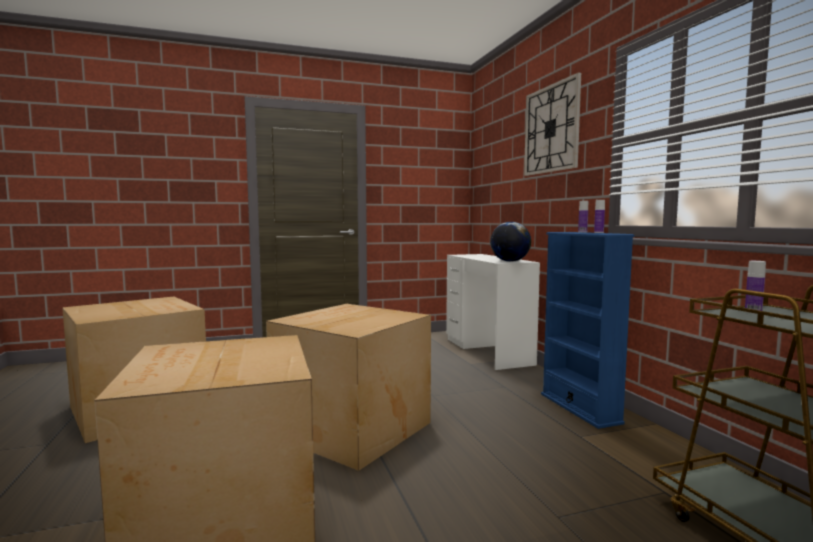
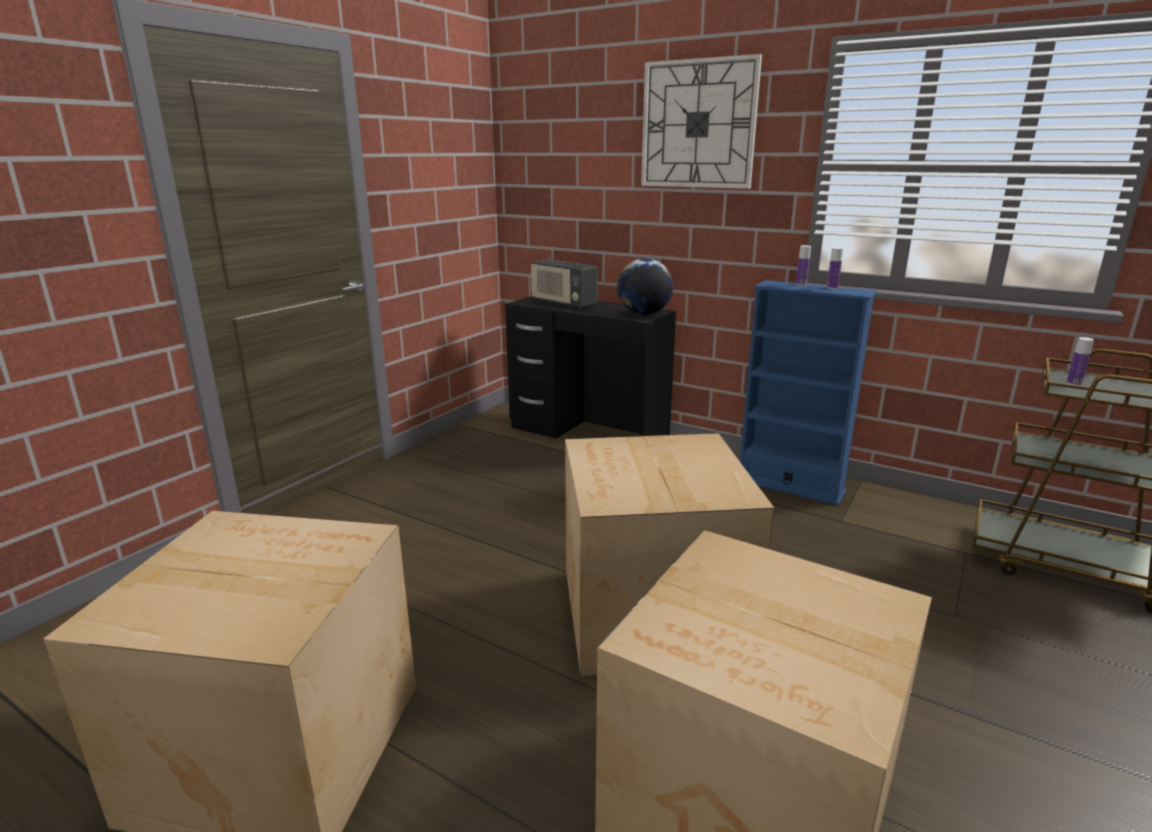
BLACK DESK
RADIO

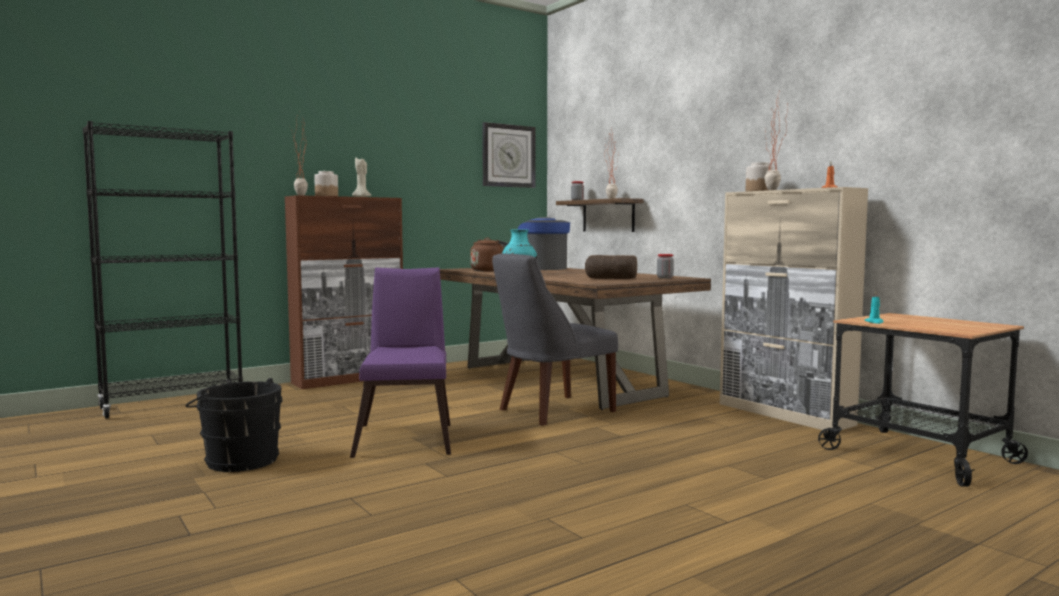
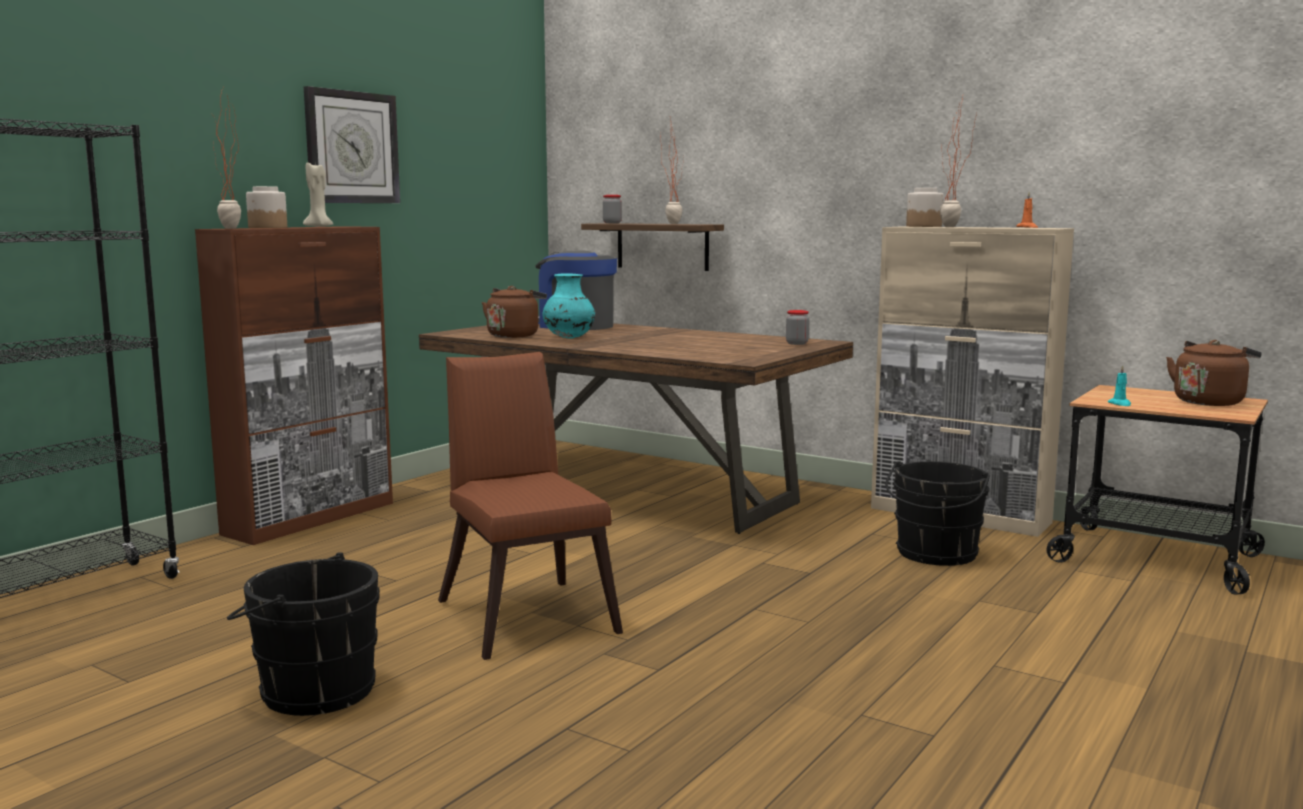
BROWN CHAIR
WALL CLOCK
GREY CHAIR
BREAD
BLACK BUCKET (2nd from left)
BROWN KETTLE (2nd from left)

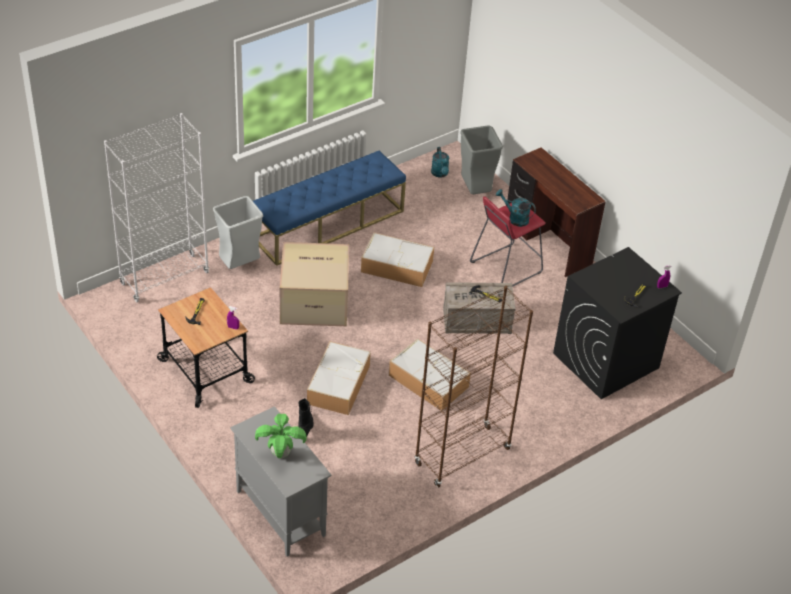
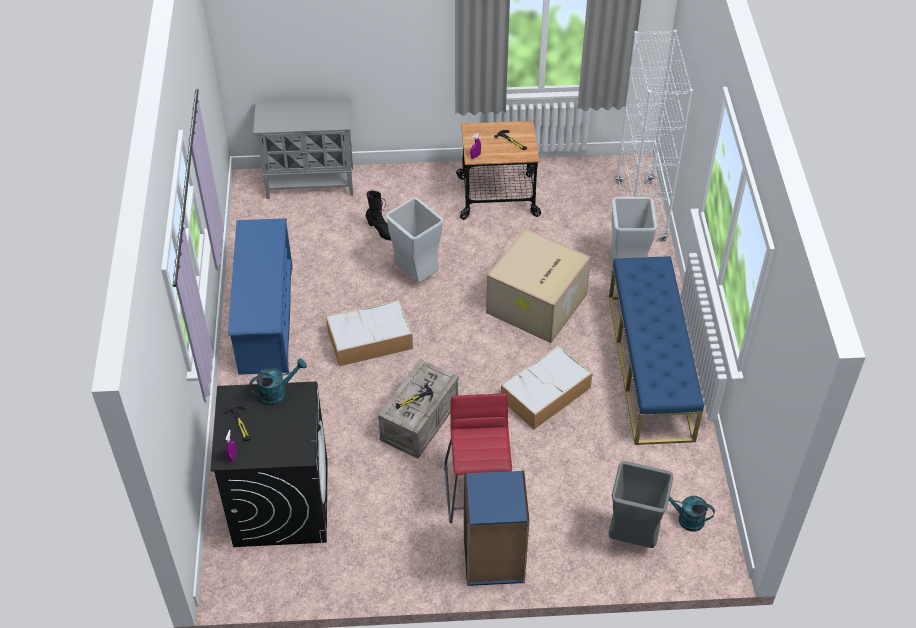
POTTED PLANT
GREY TRASH CAN (1st from left)
BLUE SHOE RACK
TURQUOISE WATERING CAN (1st from left)
BLUE BOOKCASE

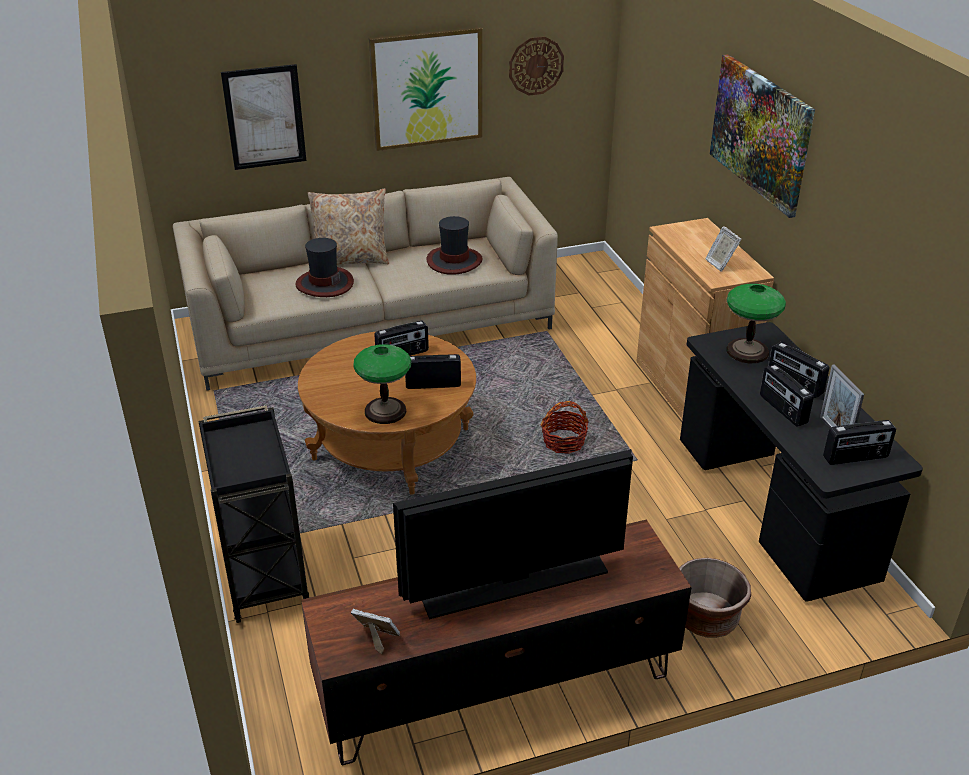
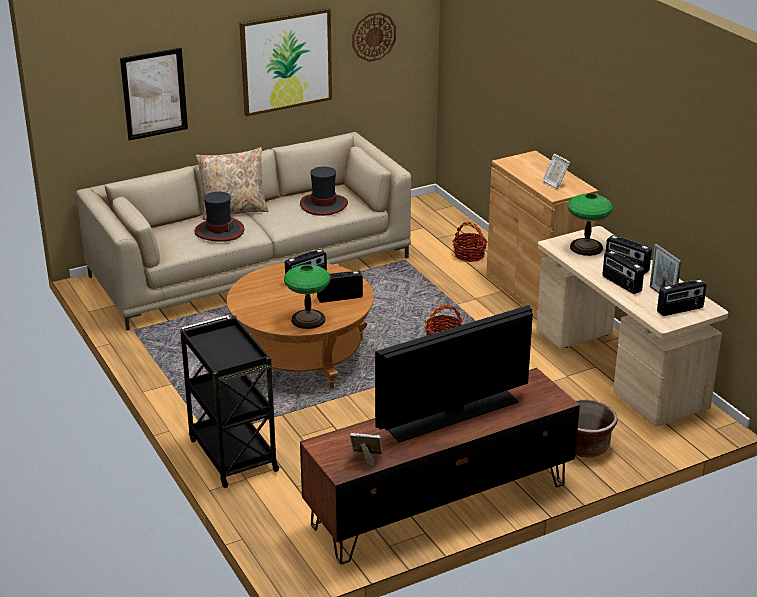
BEIGE DESK
PICTURE (3rd from left in the first image)
BASKET (2nd from left)

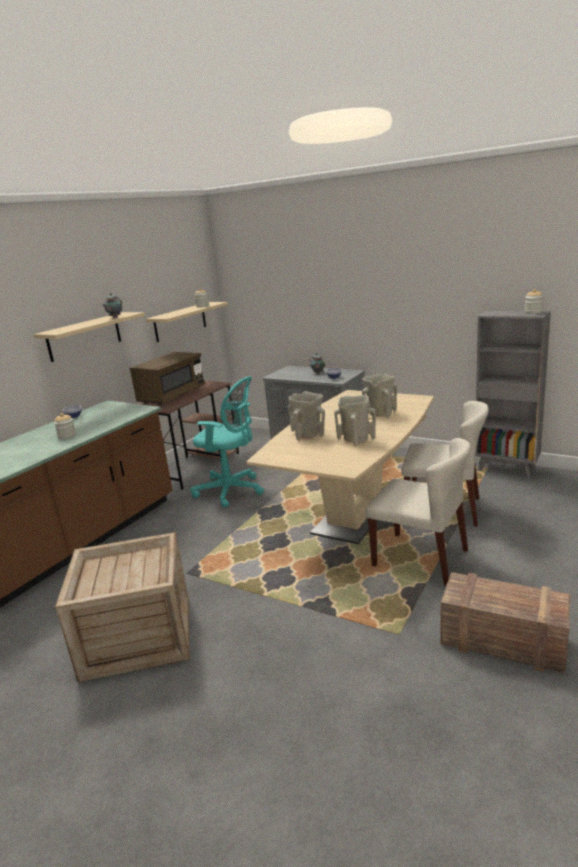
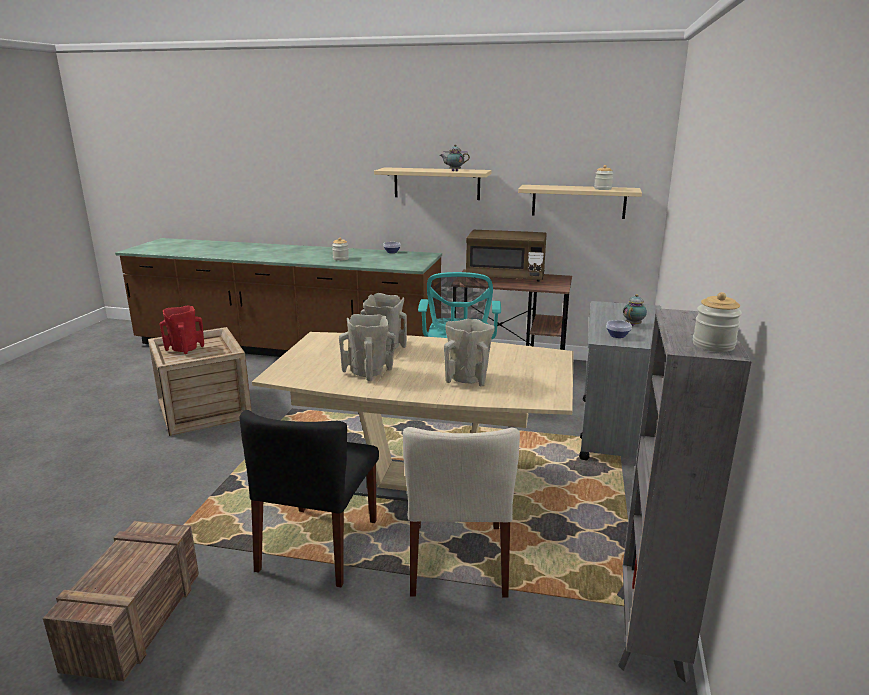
BLACK CHAIR
RED VASE

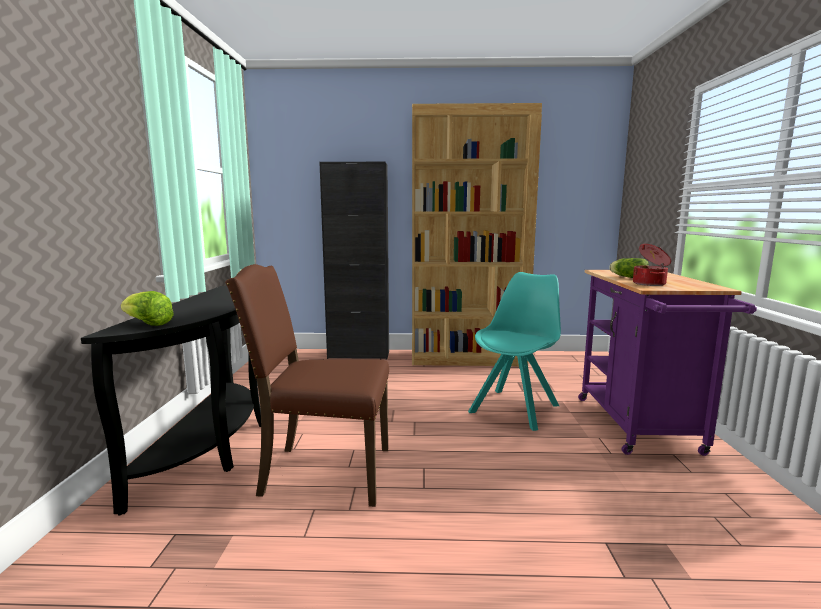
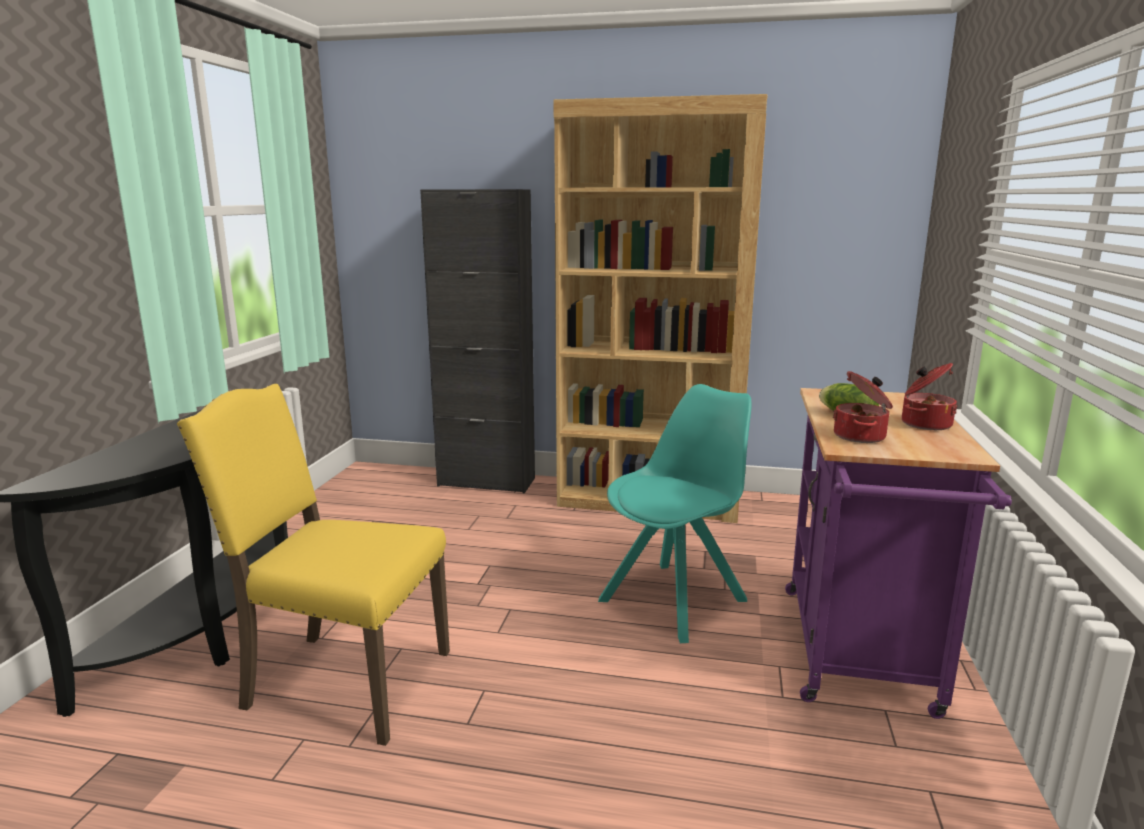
LETTUCE (1st from left in the first image)
YELLOW CHAIR
COOKING POT (2nd from left)

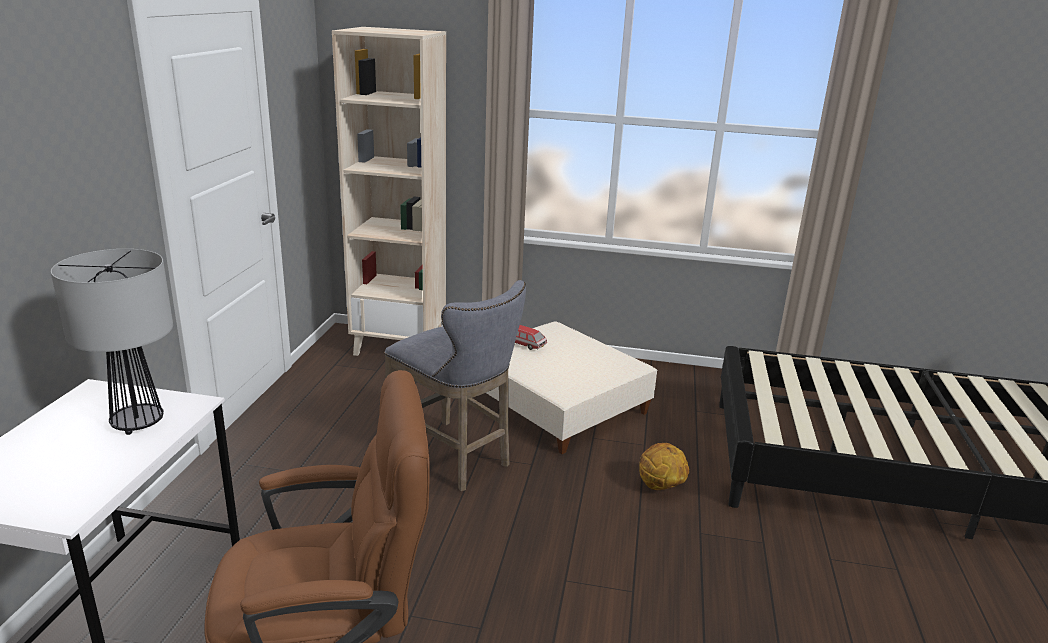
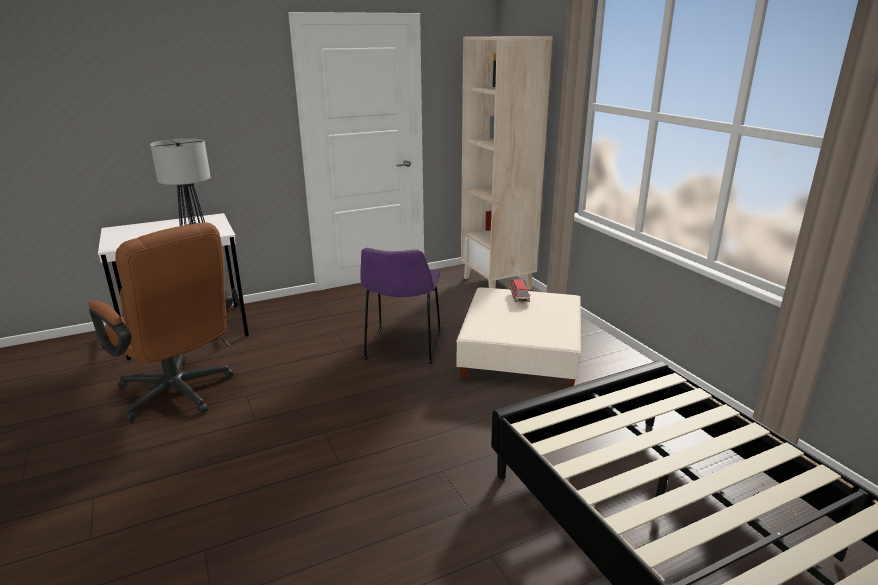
PURPLE CHAIR
BASKETBALL

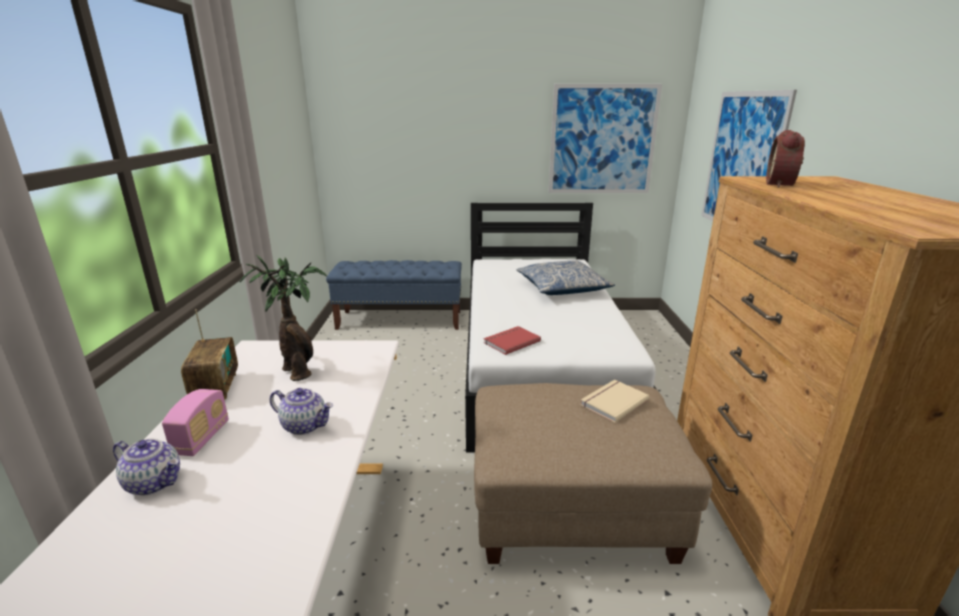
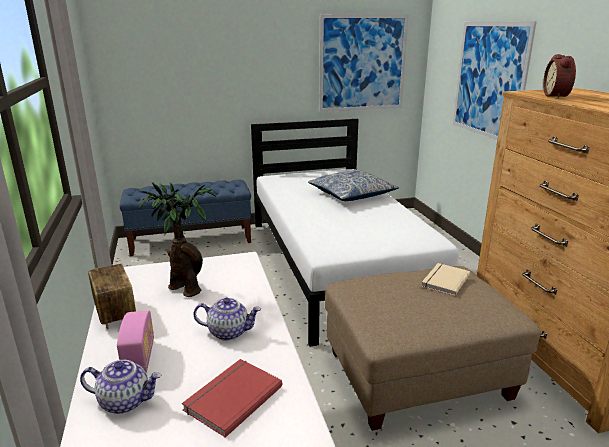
RED BOOK

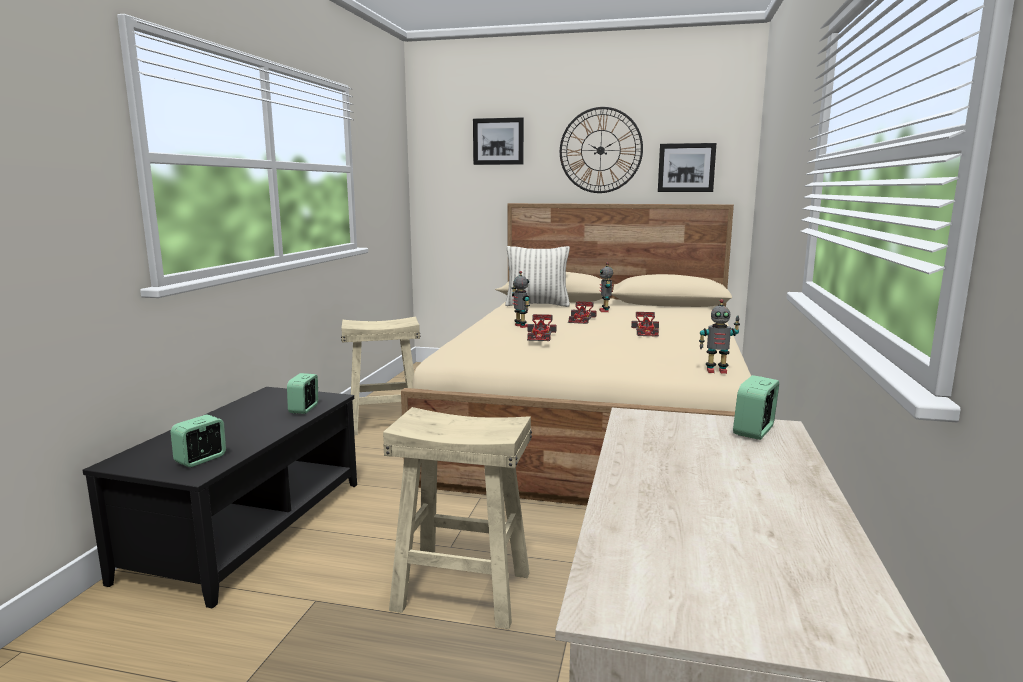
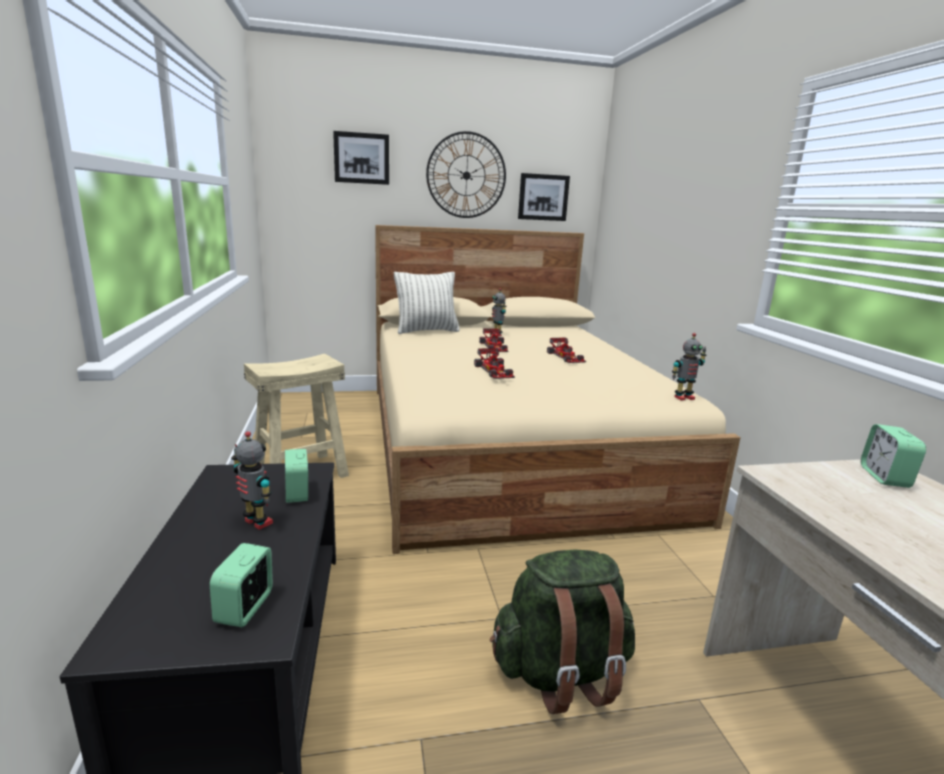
GREEN BACKPACK
TOY ROBOT (1st from left)

